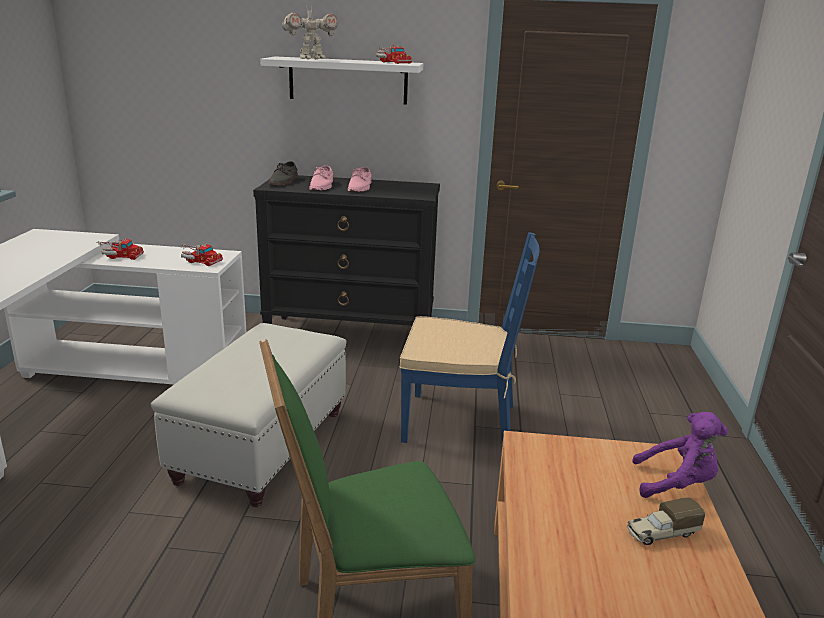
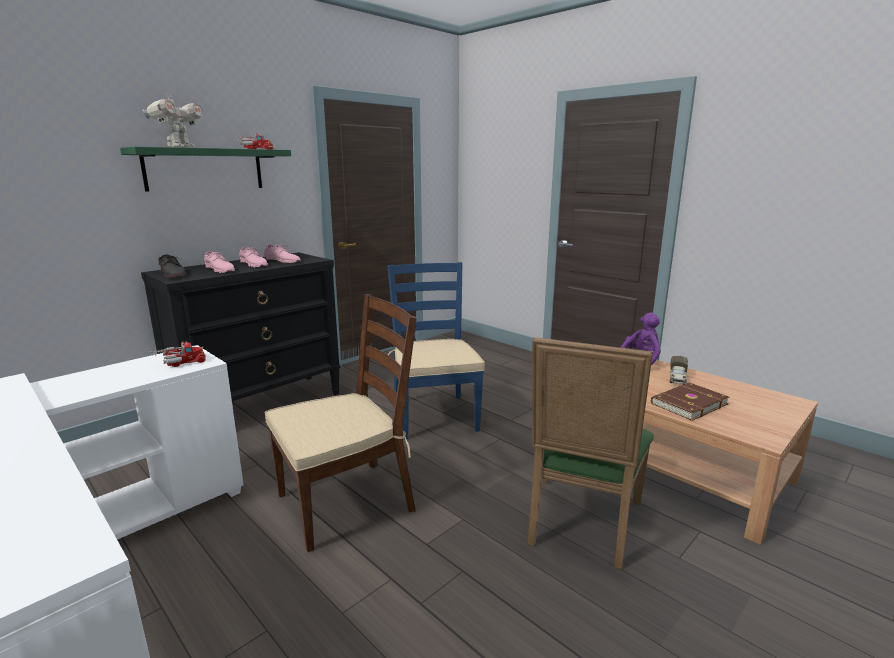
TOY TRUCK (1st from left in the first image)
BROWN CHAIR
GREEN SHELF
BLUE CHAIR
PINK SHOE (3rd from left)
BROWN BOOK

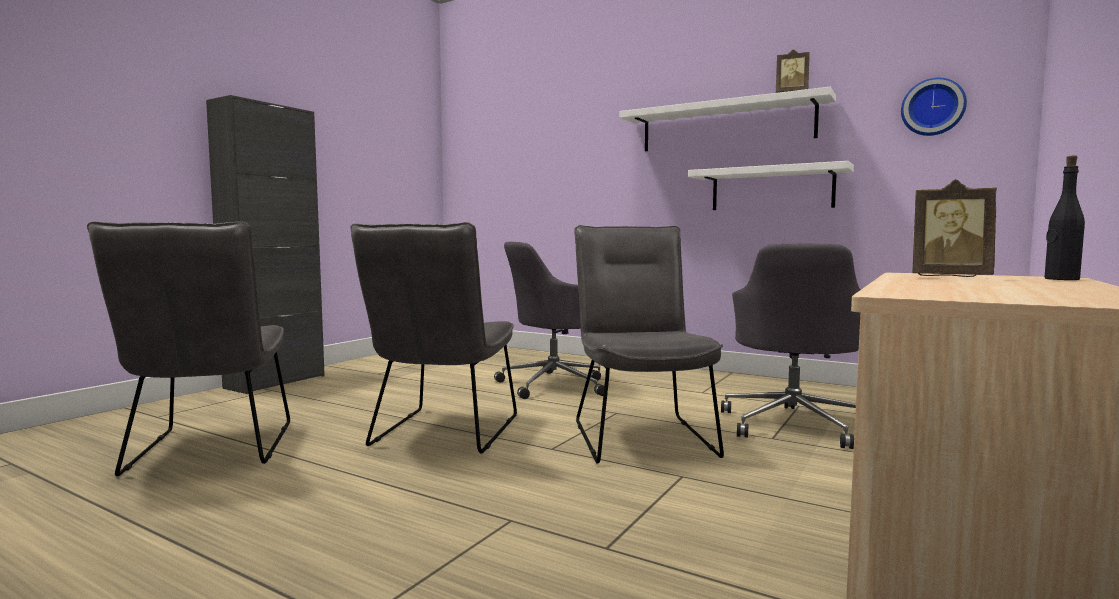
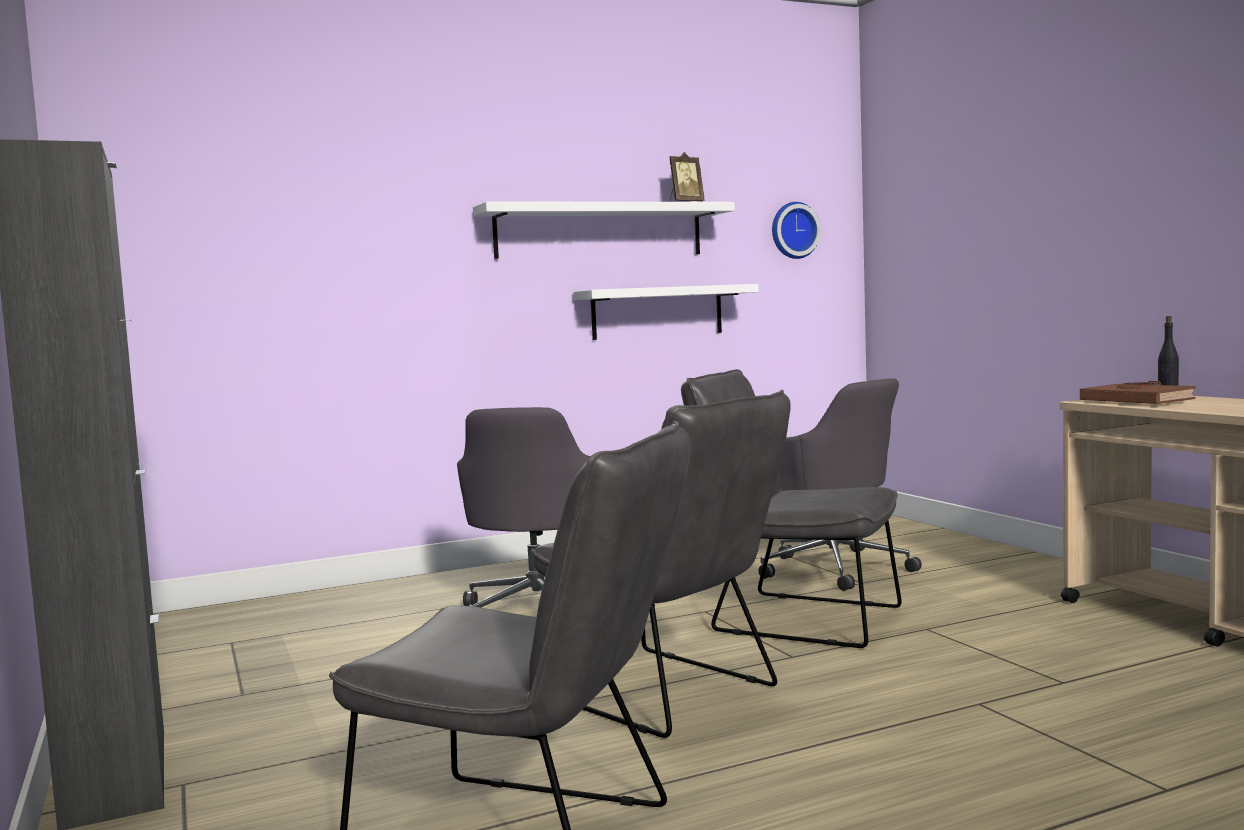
BROWN BOOK

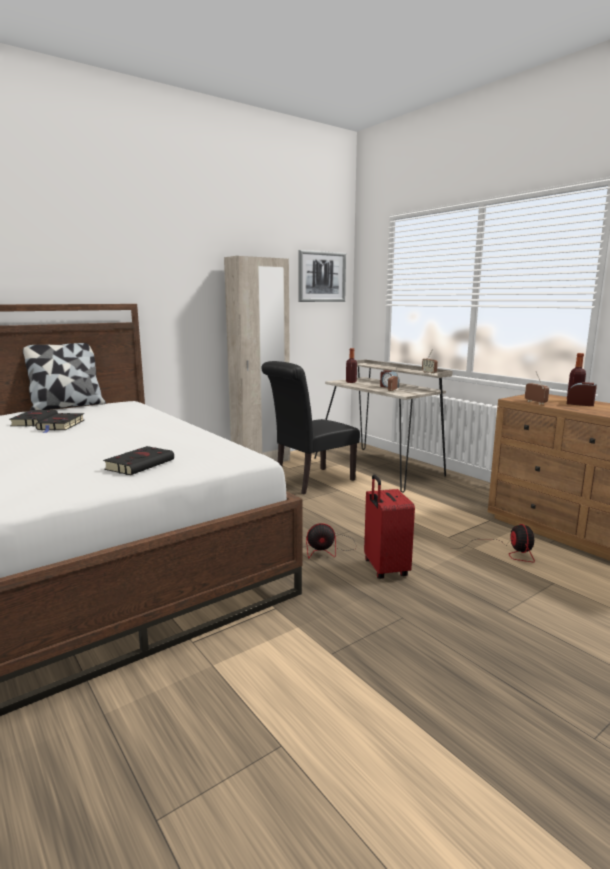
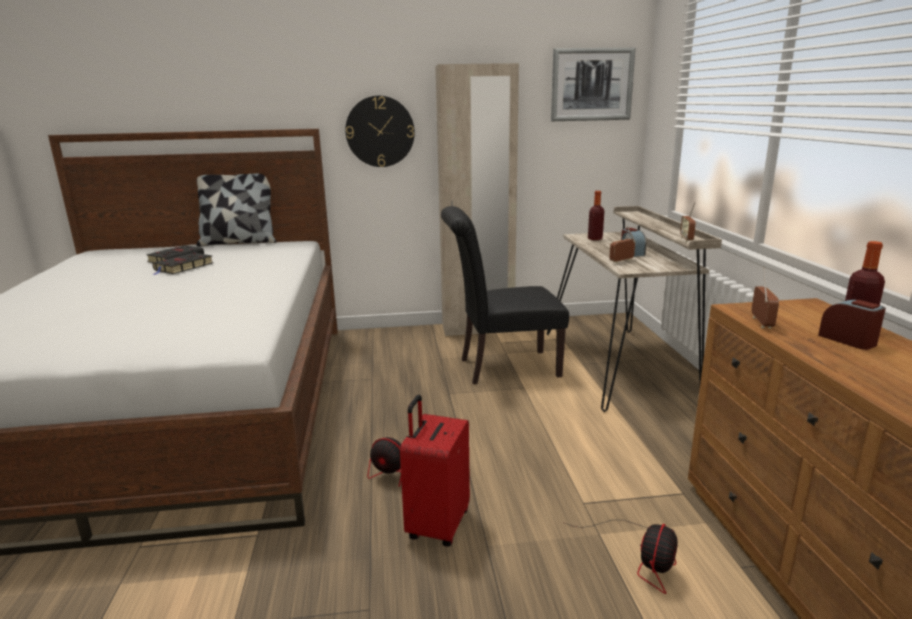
BLACK BOOK (3rd from left in the first image)
WALL CLOCK

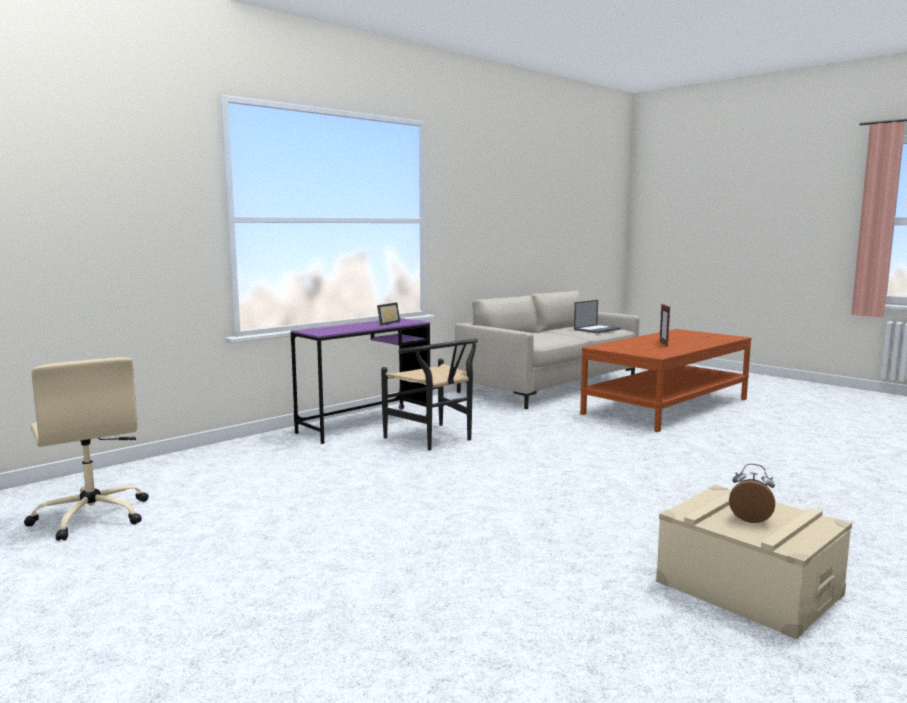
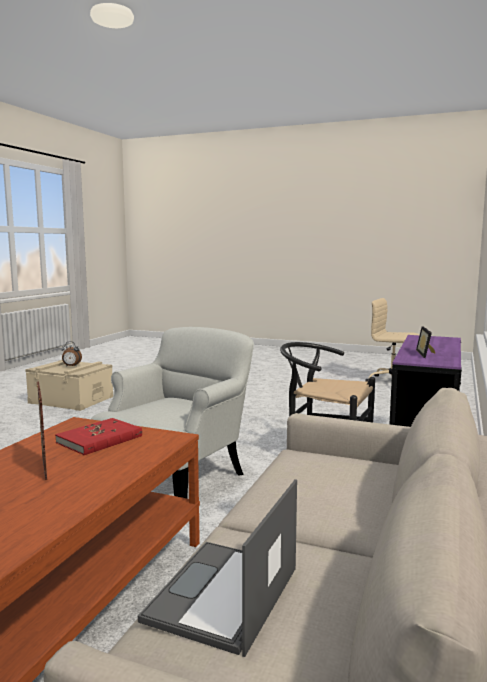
RED BOOK
WHITE ARMCHAIR

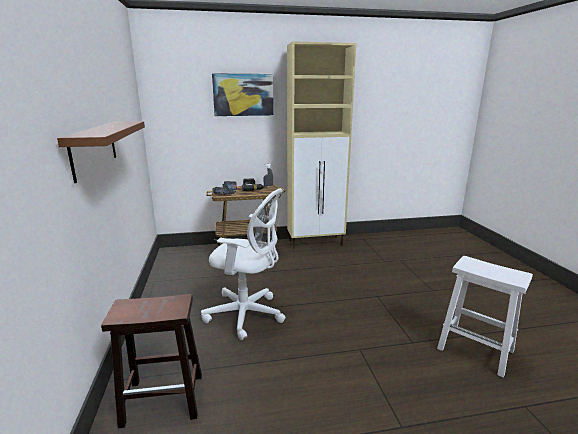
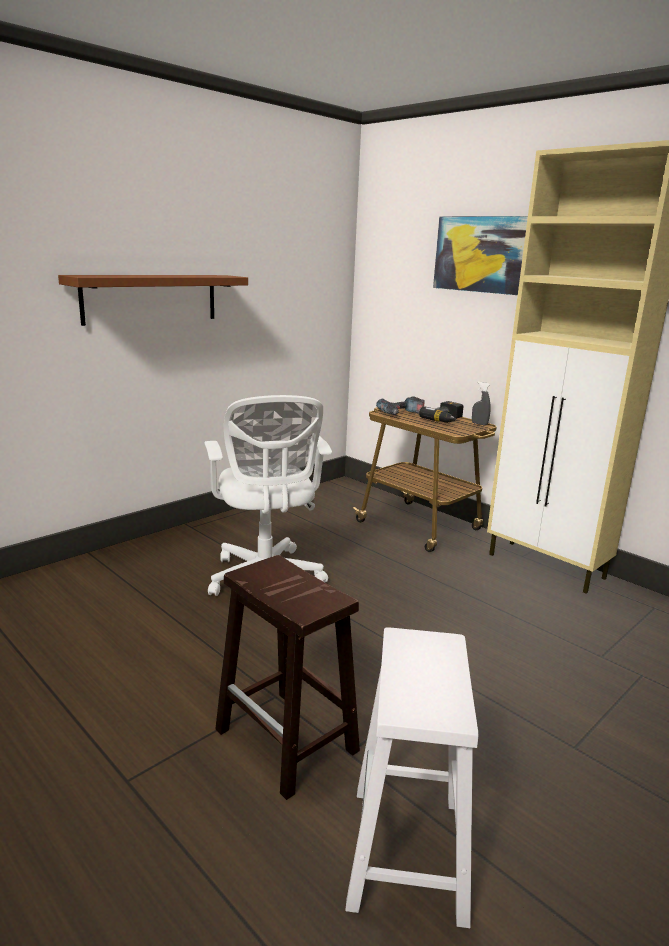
BROWN STOOL

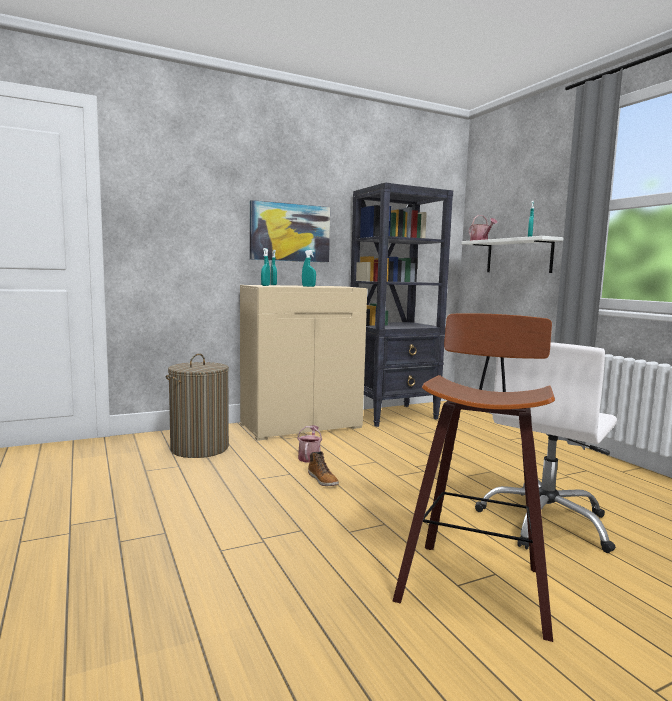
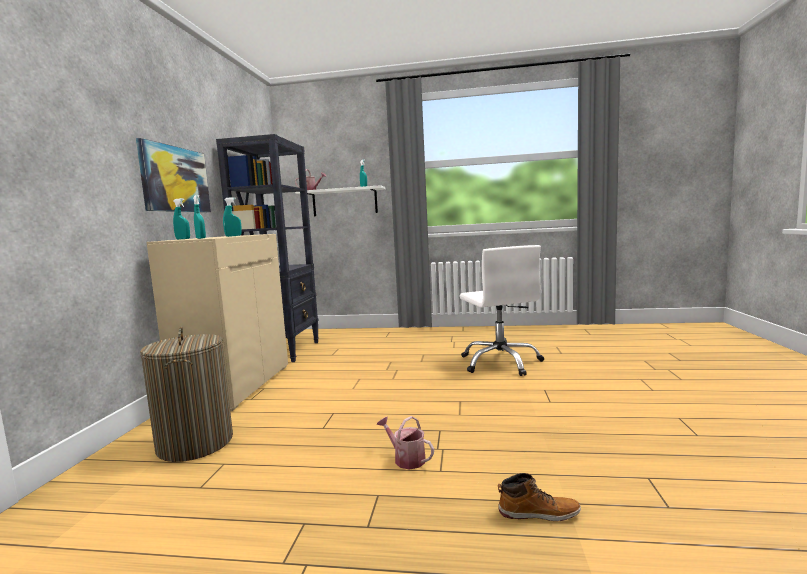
WATERING CAN (2nd from left)
BOOT
STOOL

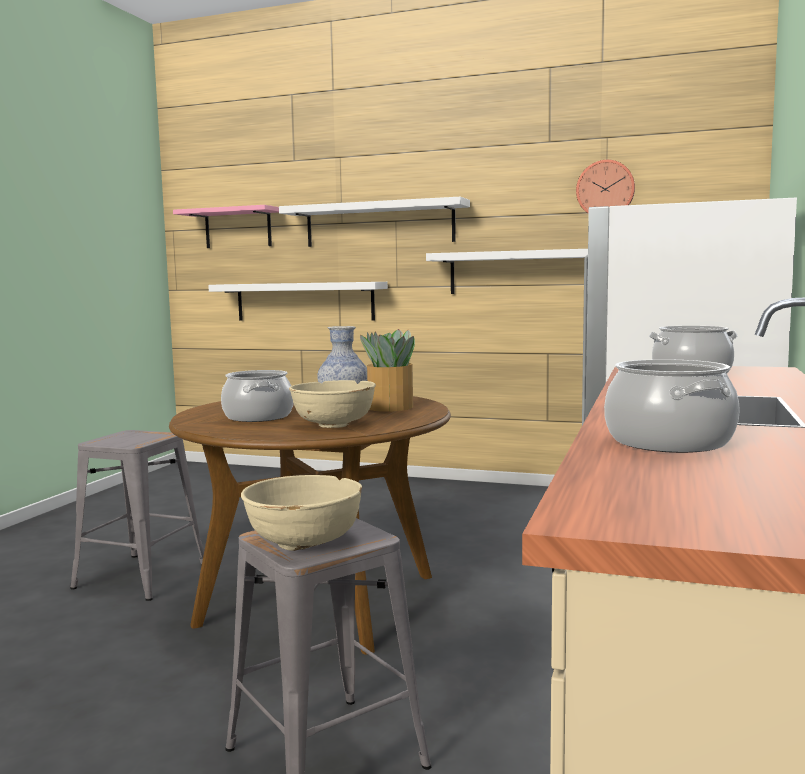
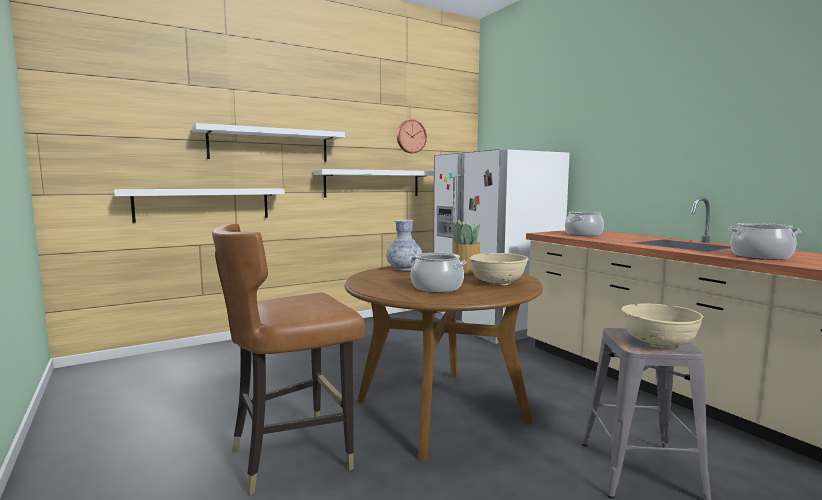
BROWN CHAIR
PINK SHELF

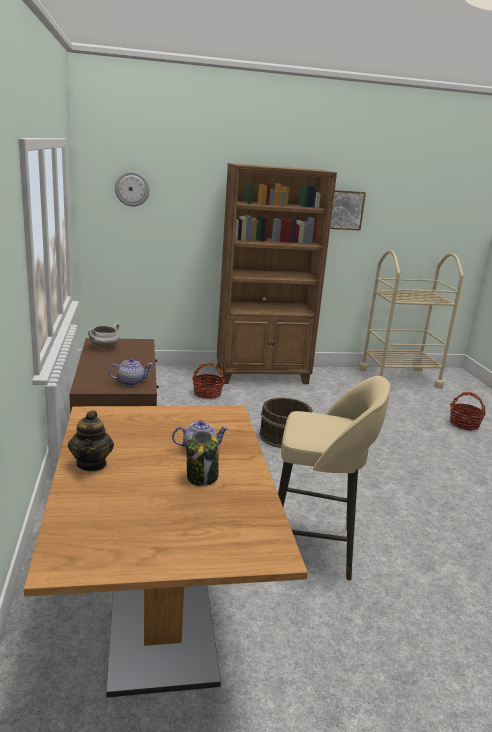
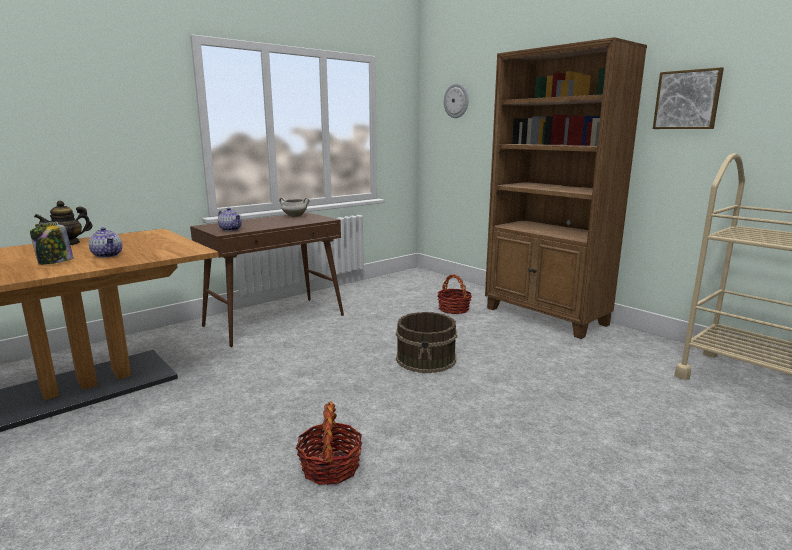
BEIGE STOOL
BASKET (1st from left)

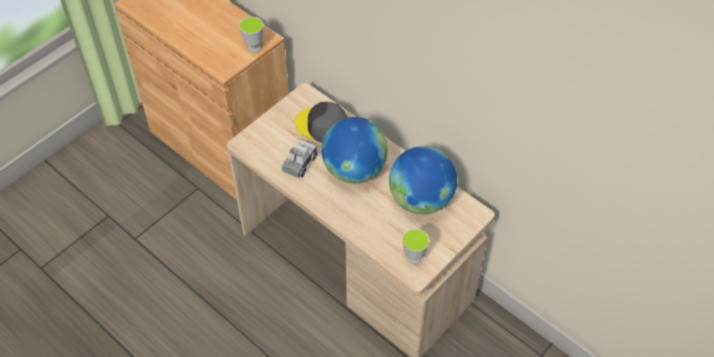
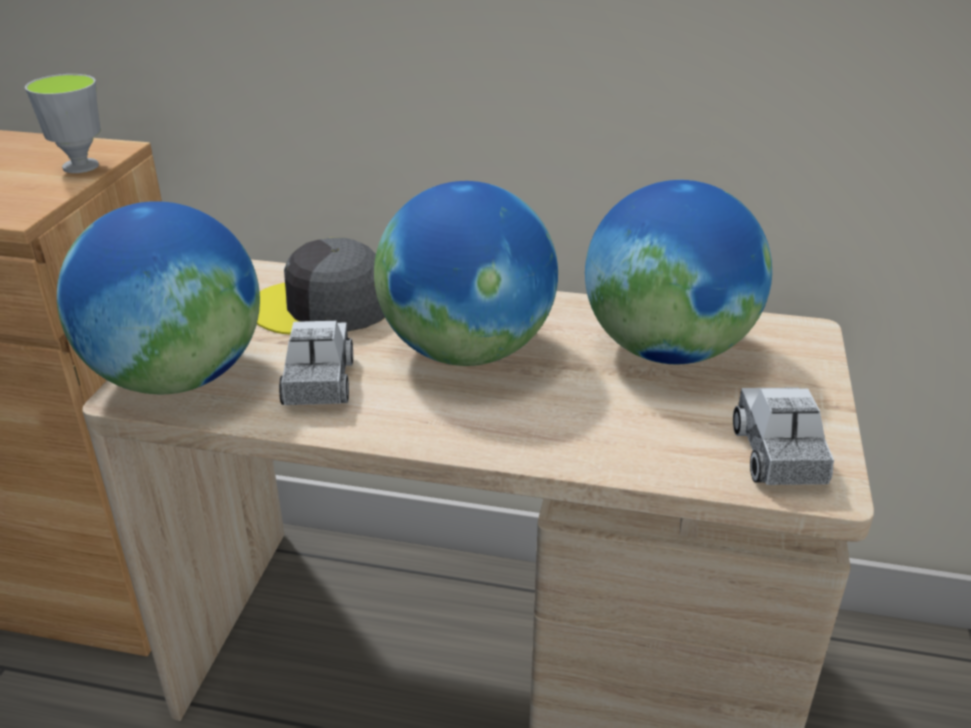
TOY TRUCK (2nd from left)
GLOBE (1st from left)

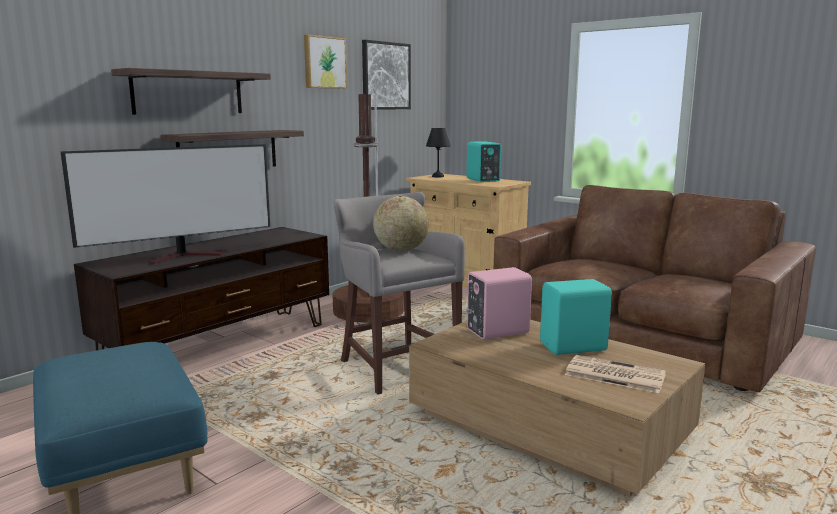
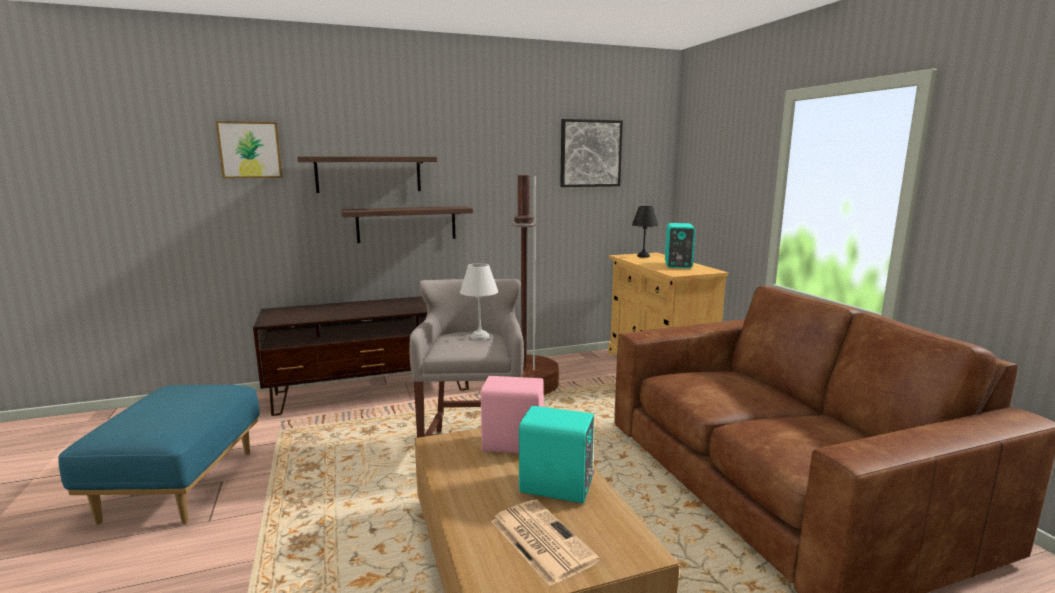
TELEVISION
PICTURE (1st from left)
WHITE TABLE LAMP

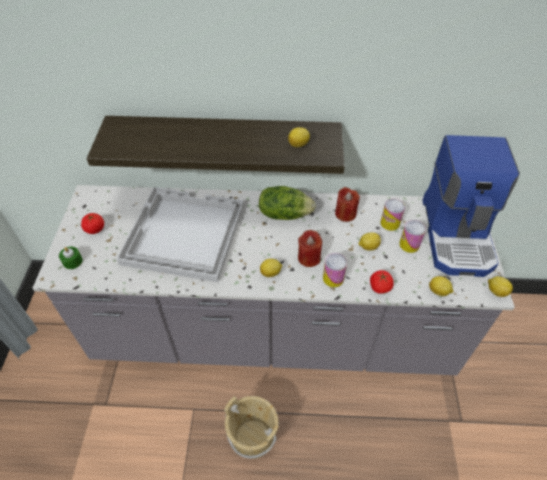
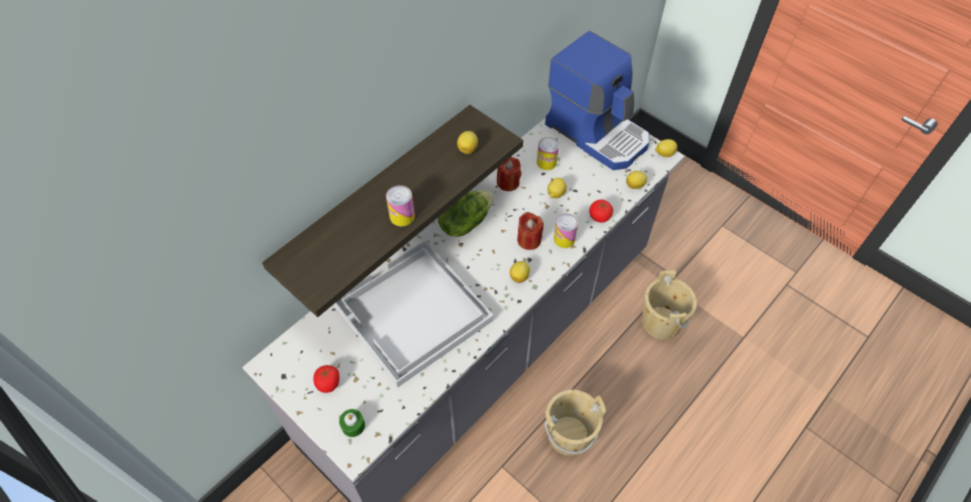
CAN (1st from left)
BEIGE BUCKET (2nd from left)

